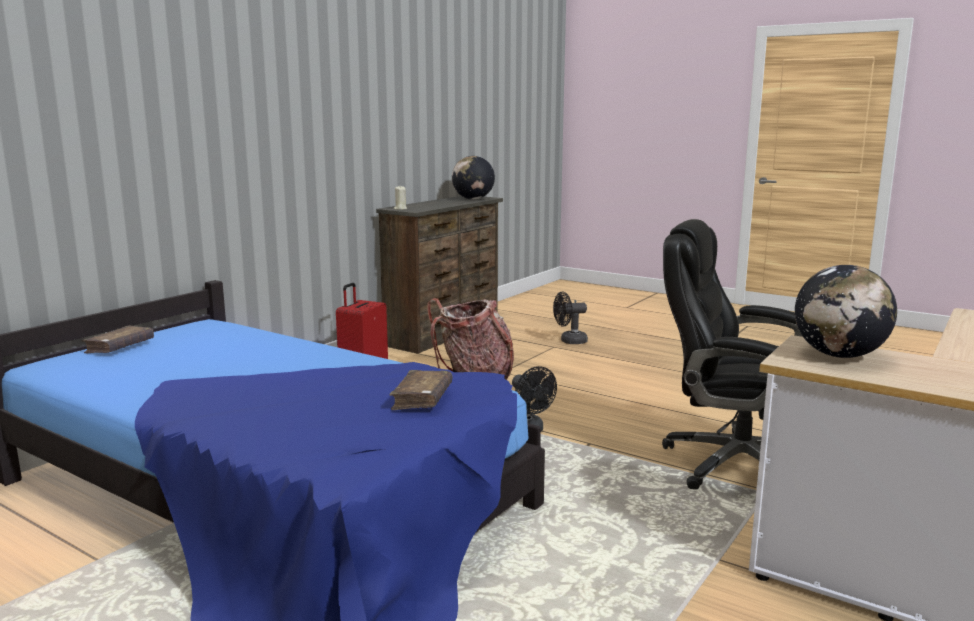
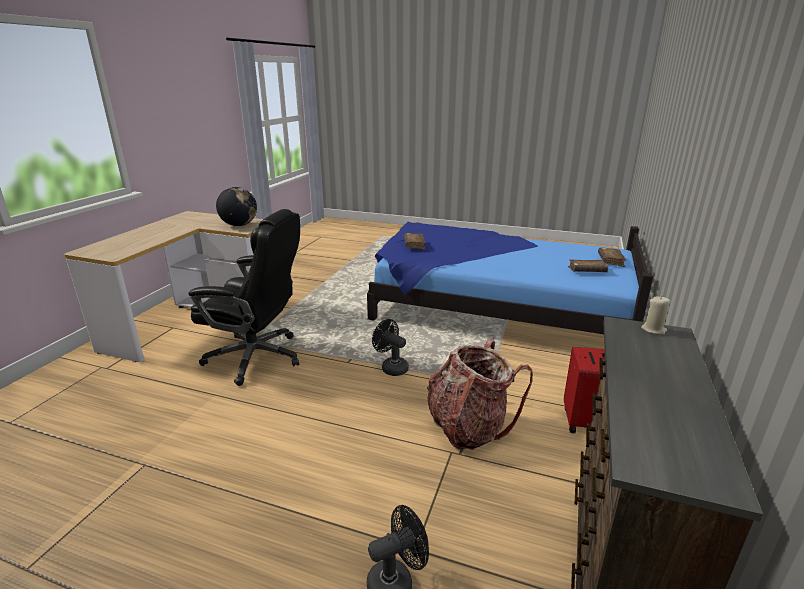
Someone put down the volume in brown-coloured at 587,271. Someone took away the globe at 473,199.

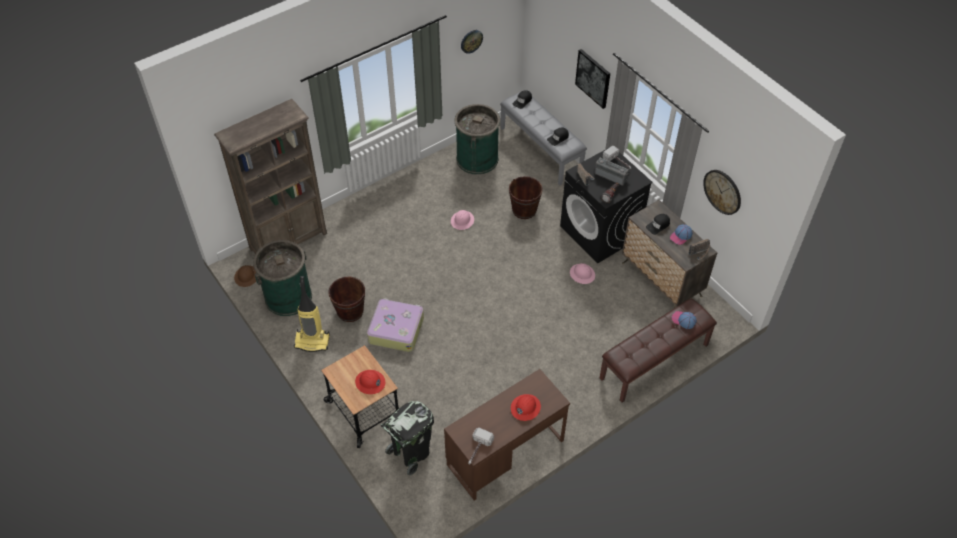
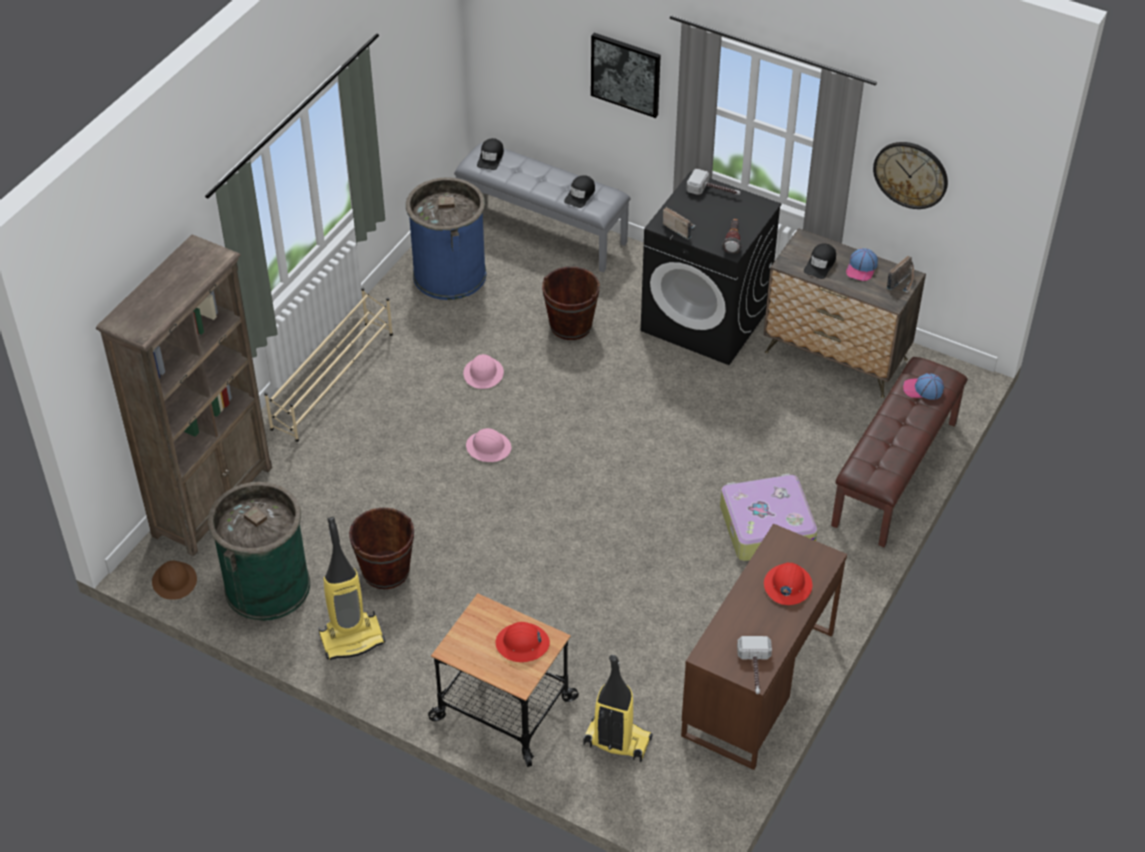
Someone put down the shoe shelf in beige-coloured at 333,380. Someone repainted the trash can in greenish at 477,159, which became the trash can in blue at 449,274. Someone carried the hard hat in pink-coloured from 582,274 to 488,447. Someone swapped the trash can in blackish at 411,453 for the hoover at 616,742. Someone carried the piece of luggage from 396,329 to 765,526. Someone took away the hanging clock at 471,41. Someone took away the radio at 611,175.

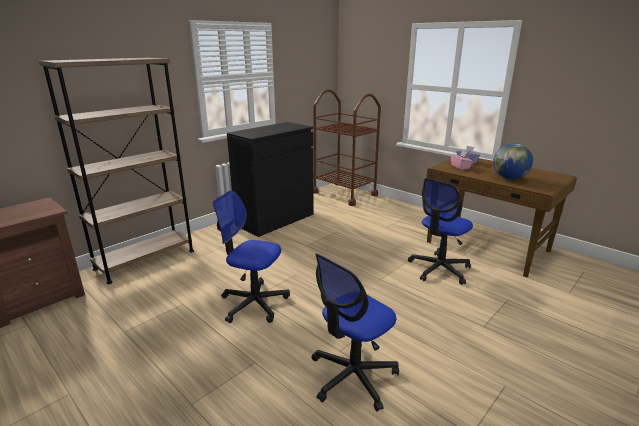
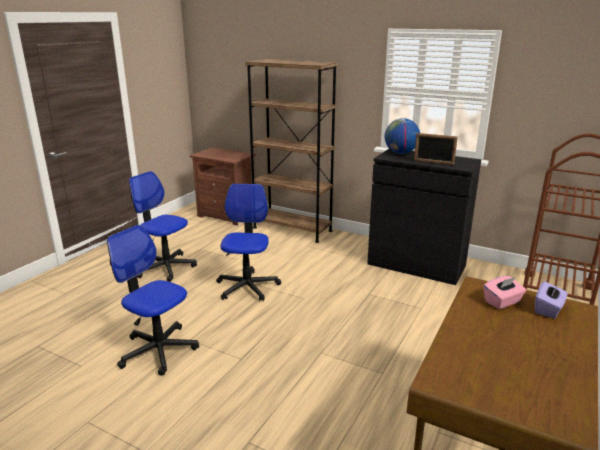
Someone carried the desk chair from 439,269 to 166,267. Someone carried the globe from 509,178 to 400,153. Someone put down the standing frame at 433,162.

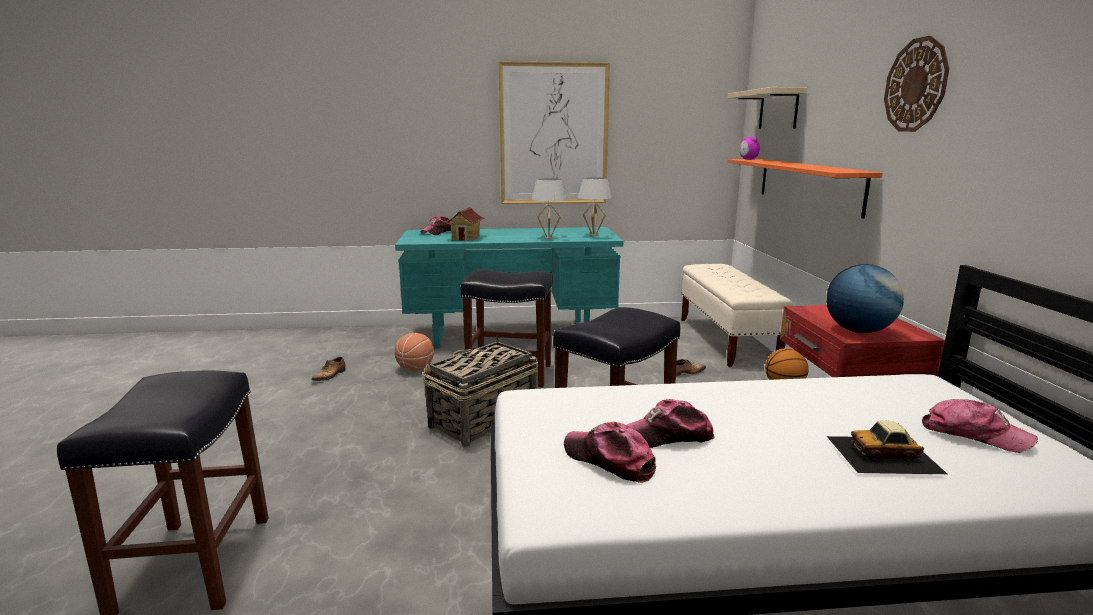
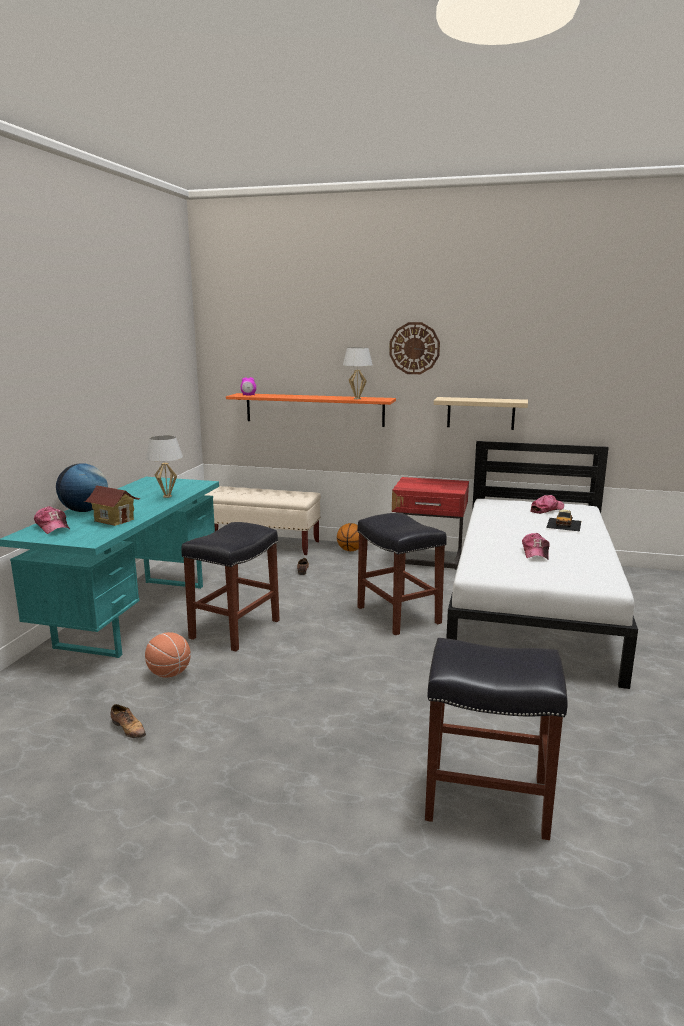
Someone carried the globe from 858,331 to 84,511. Someone carried the table lamp in whitish from 593,235 to 357,398. Someone carried the shelf in beige-coloured from 778,109 to 480,413. Someone took away the basket at 482,420. Someone took away the picture at 554,134. Someone took away the peaked cap at 609,460.

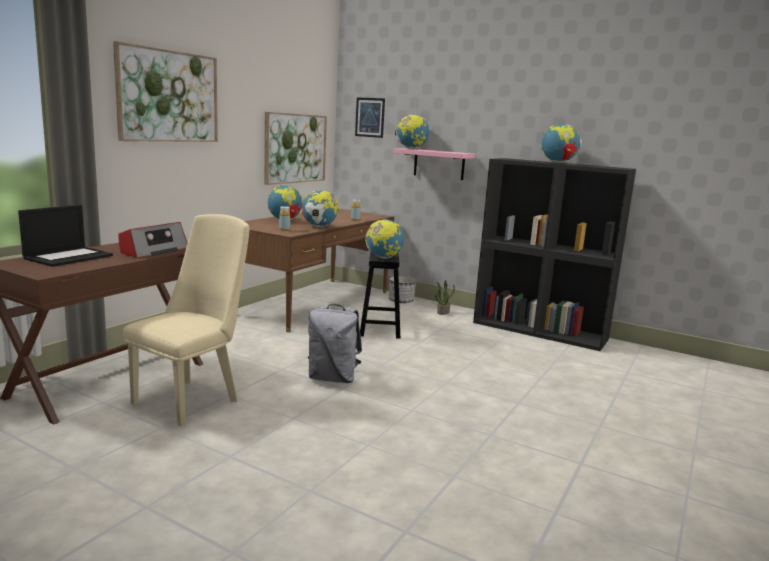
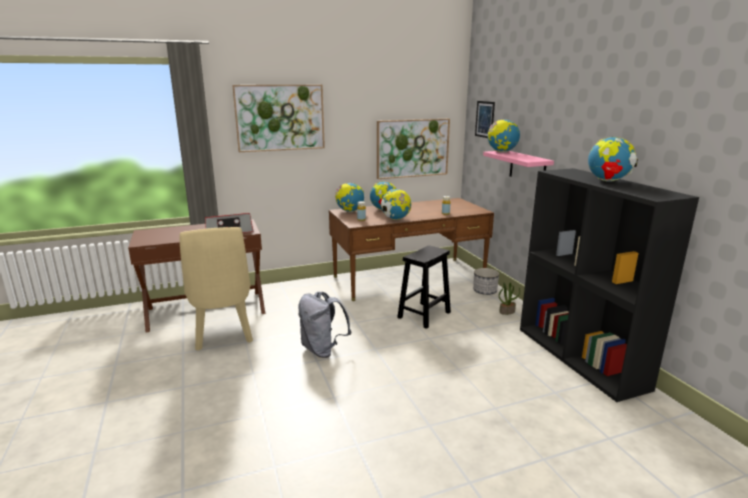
Someone rotated the plain chair in beige-coloured at 192,398 by 90 degrees clockwise. Someone carried the globe from 383,258 to 350,211. Someone took away the notebook computer at 69,257.

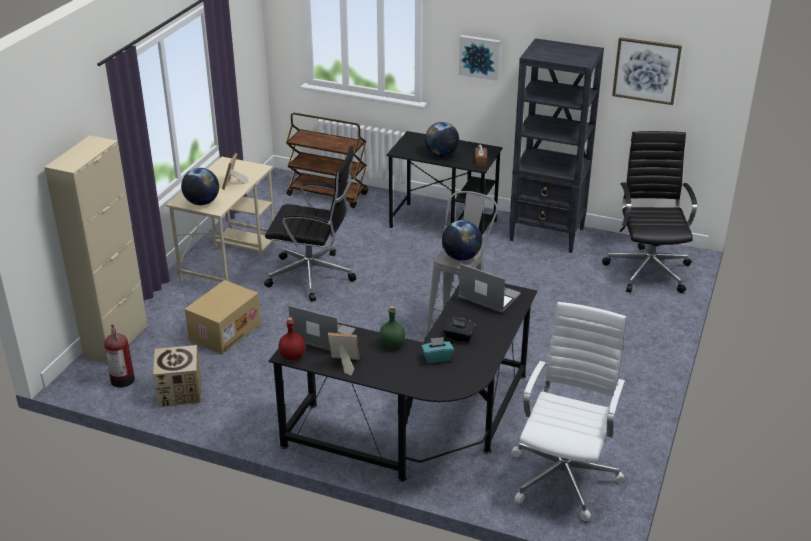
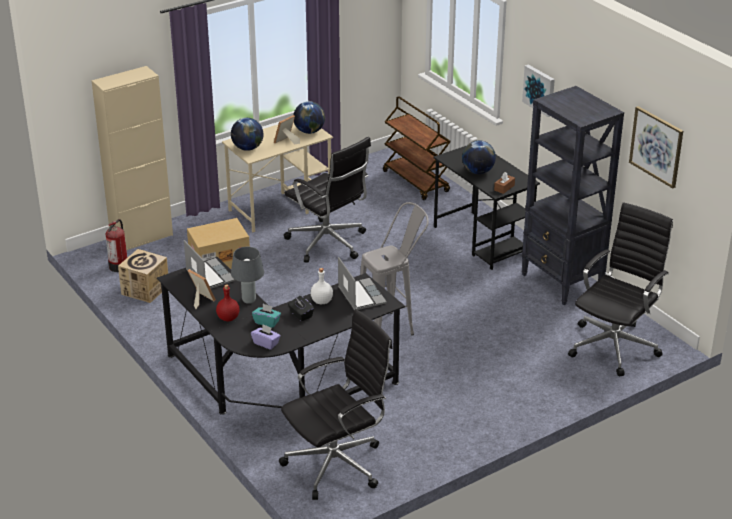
Someone carried the drink bottle in reddish from 293,356 to 228,318. Someone swapped the drink bottle in greenish at 392,344 for the table lamp in gray at 248,300. Someone put down the tissue box in purple-coloured at 266,343. Someone repainted the desk chair in whitish at 564,475, which became the desk chair in blackish at 337,464. Someone carried the globe from 461,257 to 309,131. Someone put down the drink bottle in whitish at 322,301.

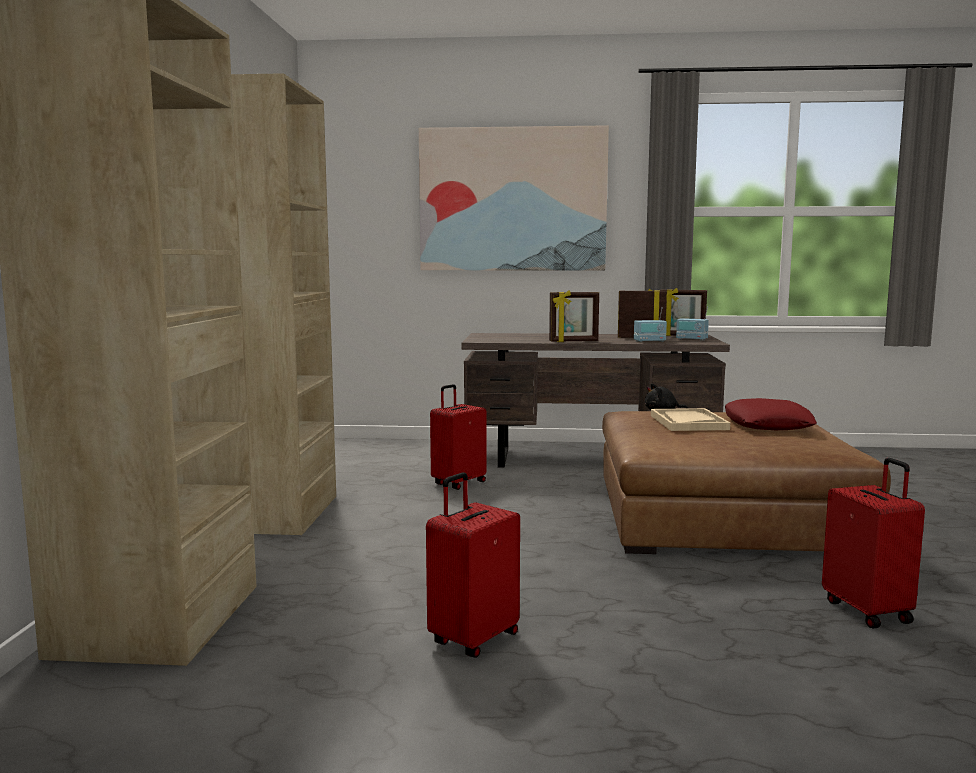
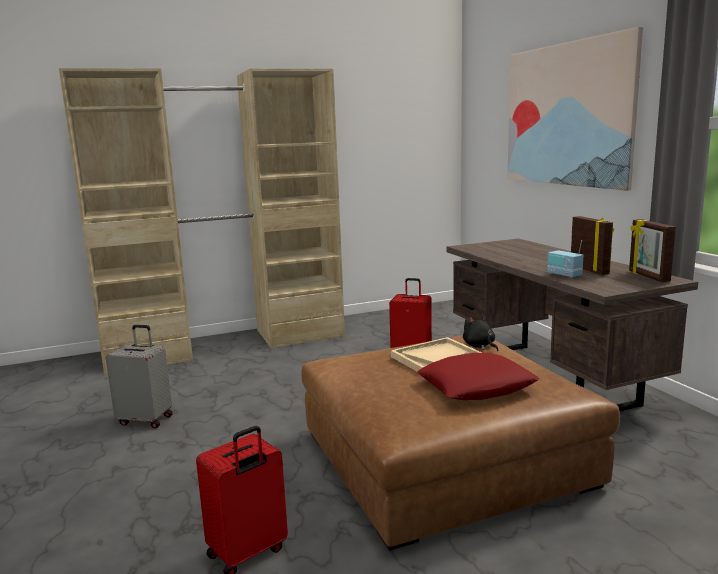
Someone repainted the piece of luggage in reddish at 473,639, which became the piece of luggage in gray at 146,419. Someone took away the standing frame at 573,341. Someone took away the radio at 691,339.

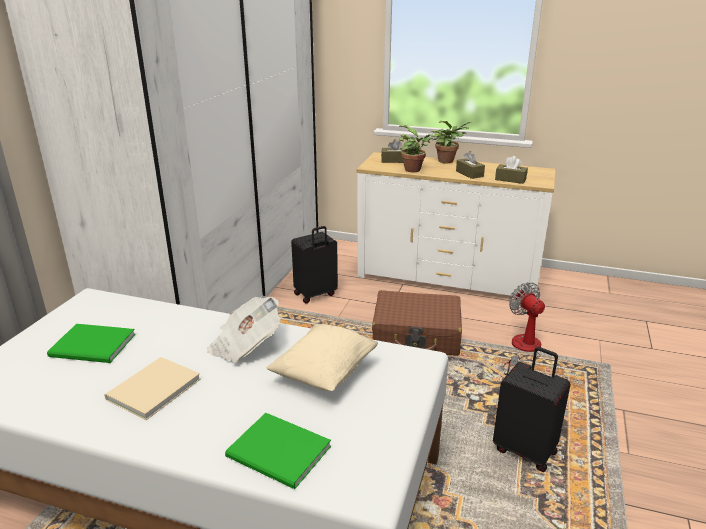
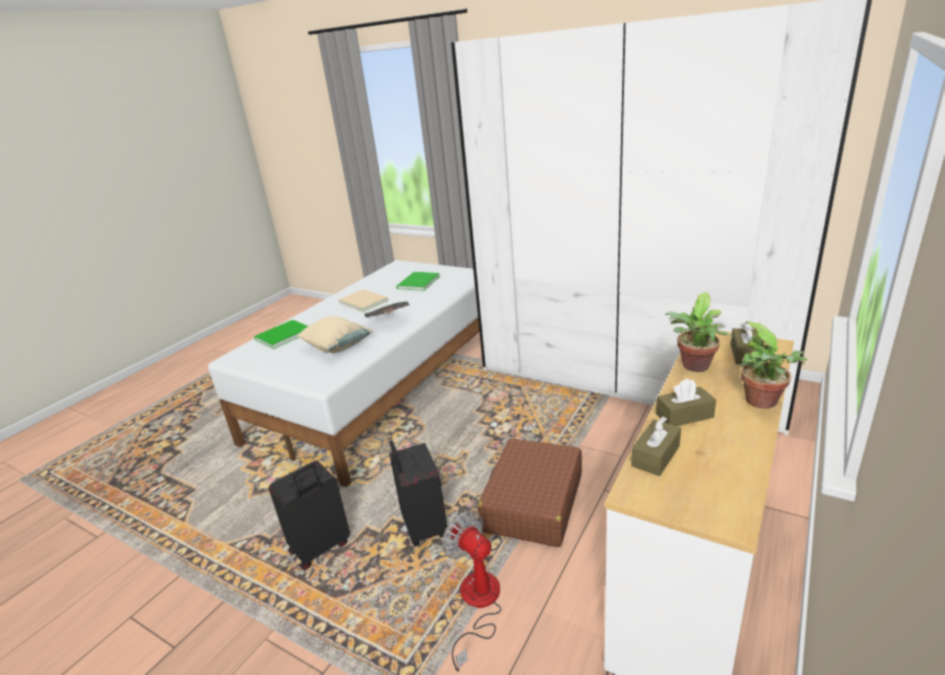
Someone carried the piece of luggage in blackish from 315,295 to 423,527. Someone rotated the cooling fan at 523,350 by 120 degrees counterclockwise.

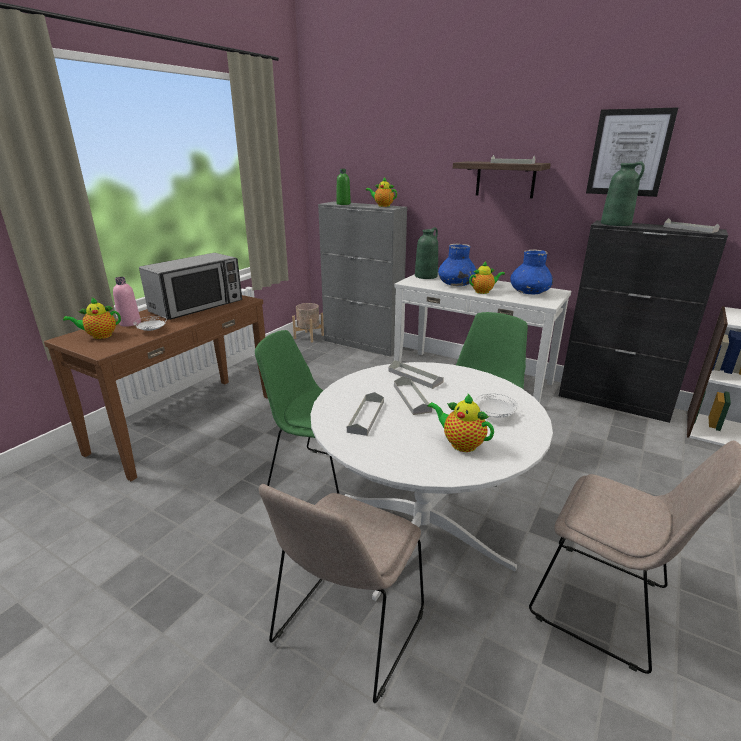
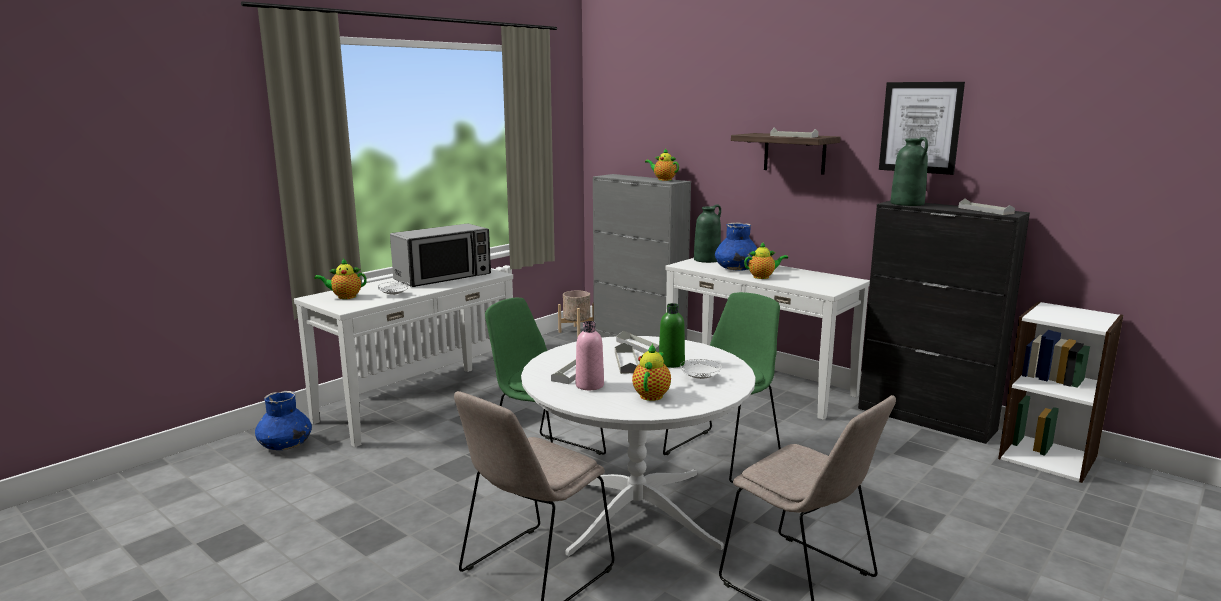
Someone carried the decorative vase in blue from 529,292 to 285,445. Someone repainted the hall table in brown-coloured at 185,422, which became the hall table in whitish at 418,403. Someone carried the drink bottle in pink-coloured from 130,323 to 589,385. Someone rotated the teapot at 460,444 by 60 degrees clockwise. Someone carried the drink bottle in greenish from 343,204 to 671,363.

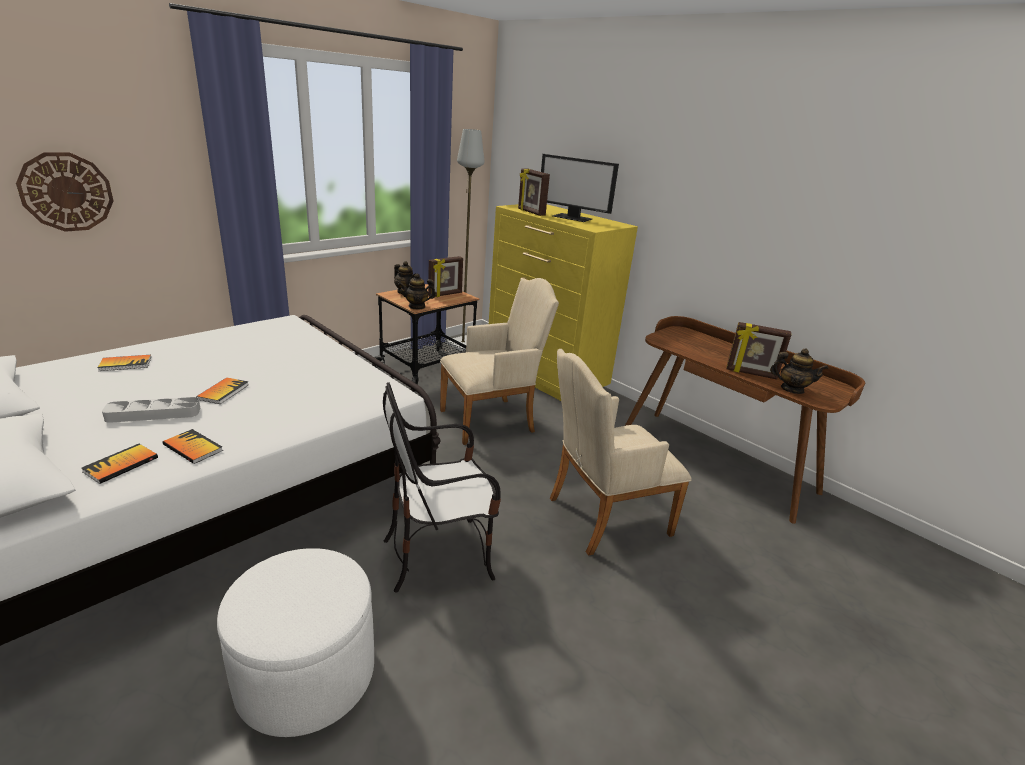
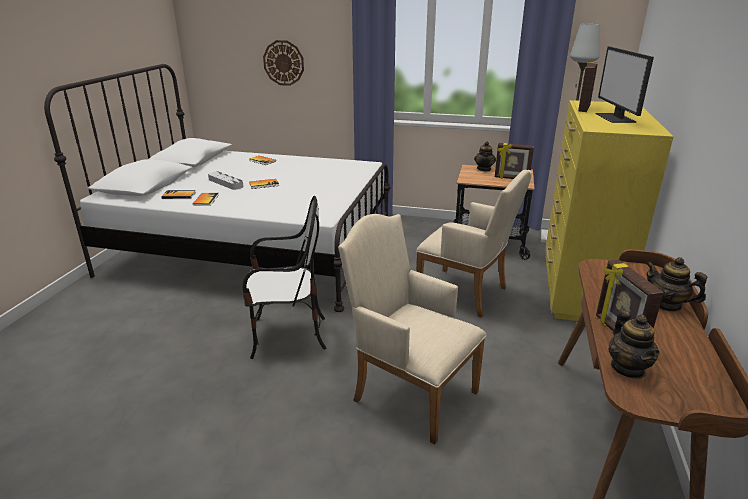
Someone rotated the plain chair at 439,555 by 135 degrees clockwise. Someone carried the teapot from 417,306 to 667,305. Someone took away the footrest in whitish at 306,674.

